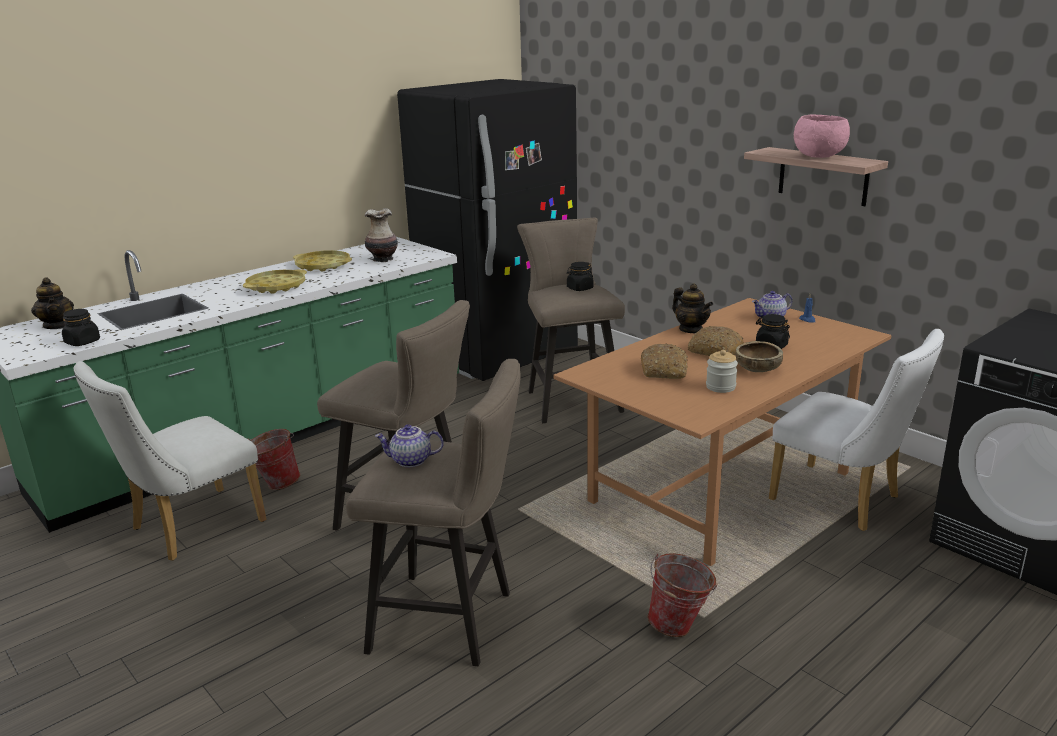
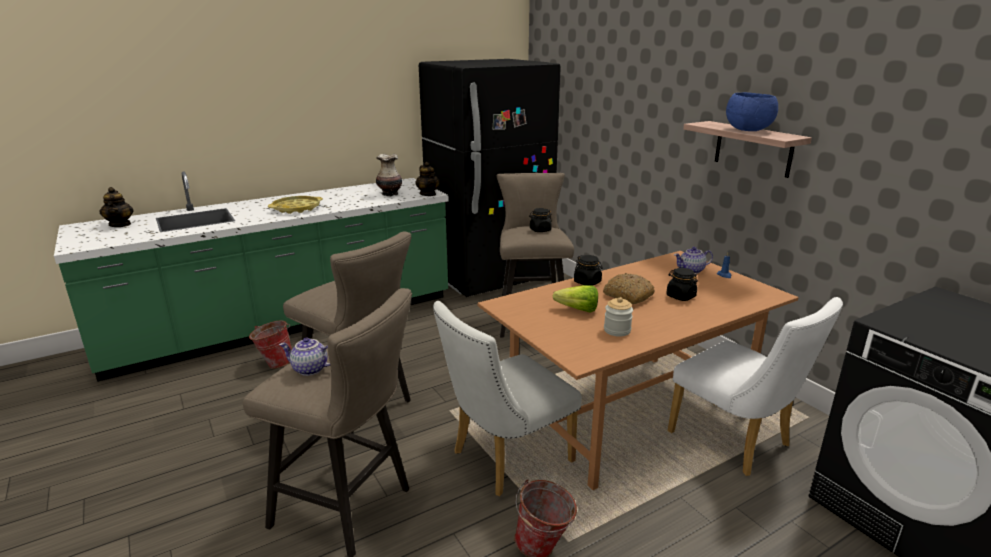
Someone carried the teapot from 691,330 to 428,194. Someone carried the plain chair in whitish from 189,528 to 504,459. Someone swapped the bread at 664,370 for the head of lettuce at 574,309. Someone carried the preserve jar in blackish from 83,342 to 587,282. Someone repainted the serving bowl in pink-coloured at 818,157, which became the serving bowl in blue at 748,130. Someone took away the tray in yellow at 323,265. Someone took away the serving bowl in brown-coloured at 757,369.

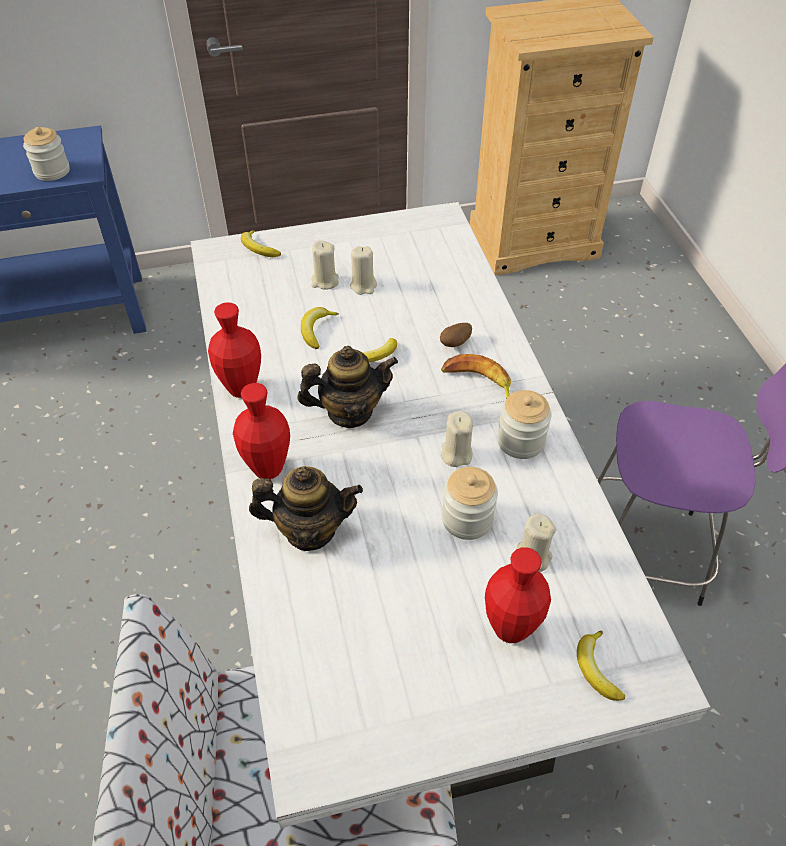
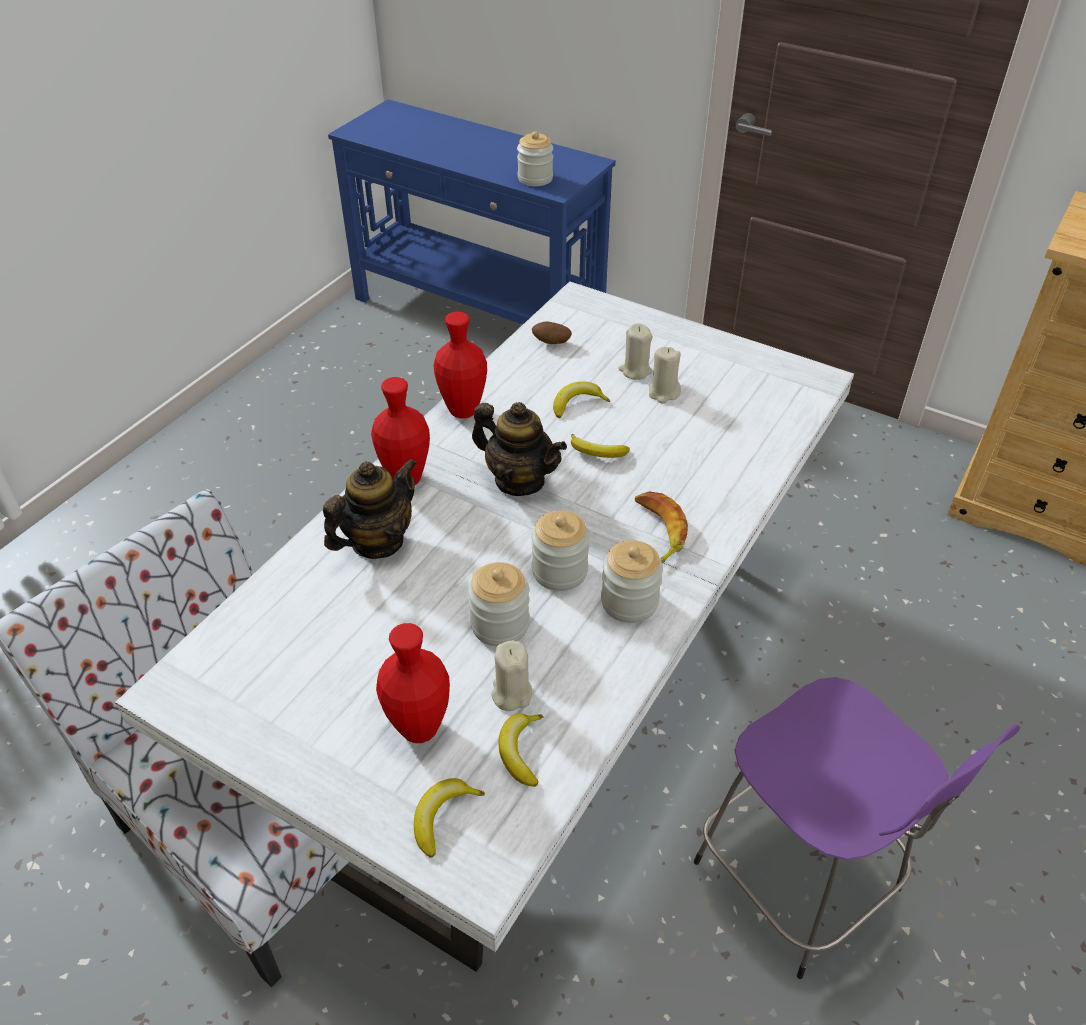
Someone rotated the teapot at 309,530 by 90 degrees counterclockwise. Someone carried the banana fruit from 258,249 to 520,751. Someone swapped the candle in beige-coloured at 456,454 for the preserve jar at 559,571. Someone carried the whole potato from 455,343 to 551,343.

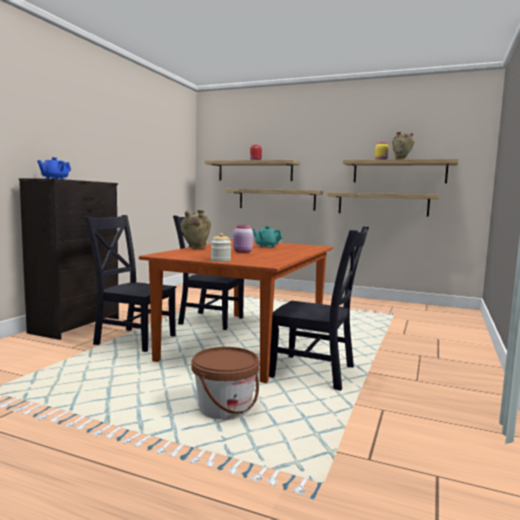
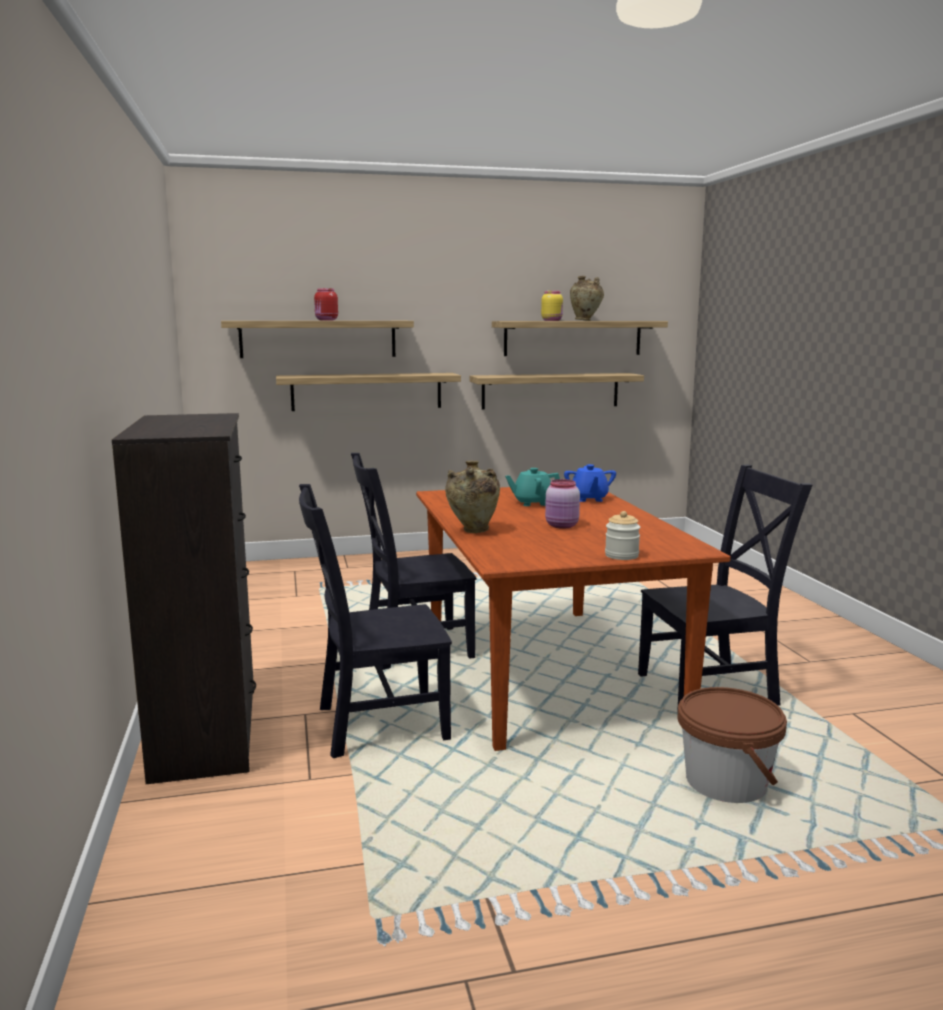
Someone carried the teapot in blue from 54,179 to 589,499.

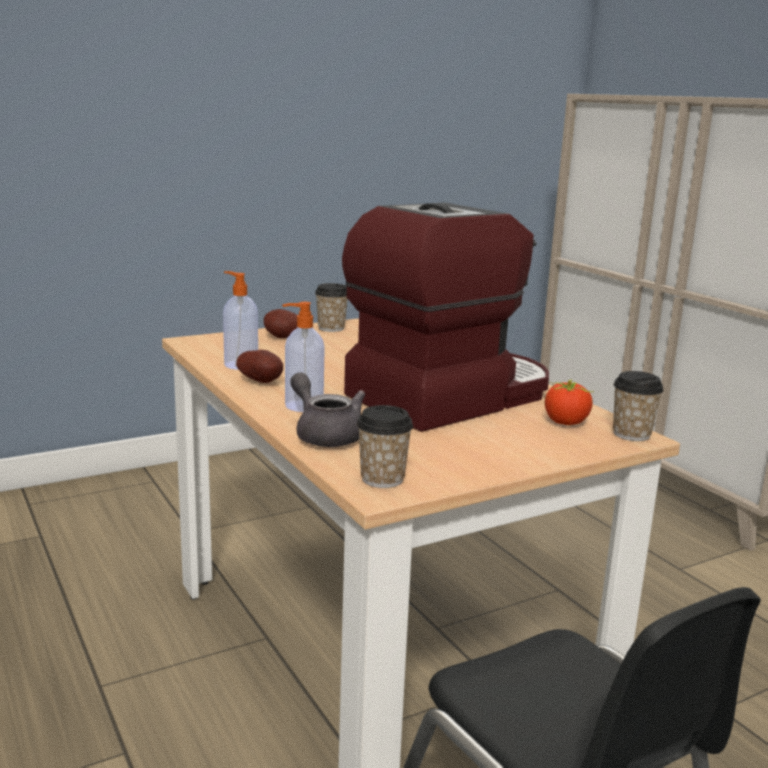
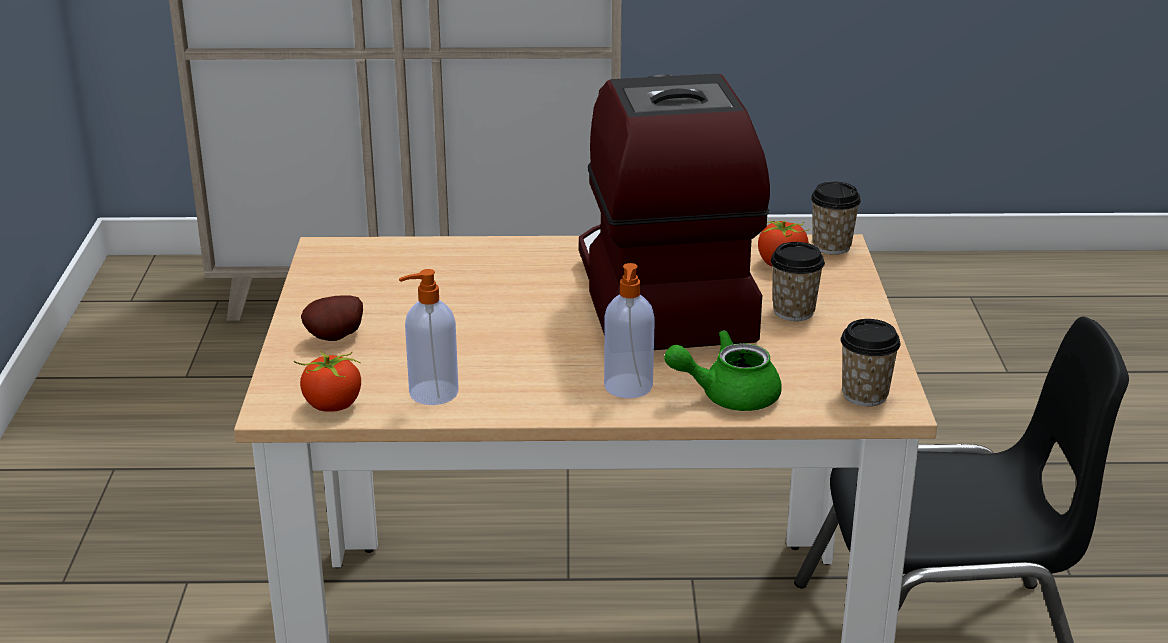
Someone put down the fresh tomato at 332,406. Someone repainted the teapot in gray at 325,434, which became the teapot in greenish at 728,395. Someone carried the drinking cup from 331,328 to 793,311. Someone took away the whole potato at 262,382.

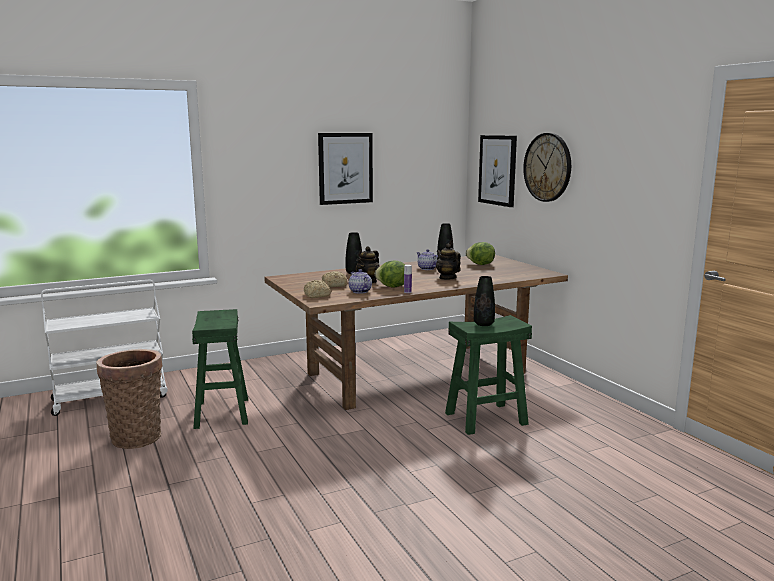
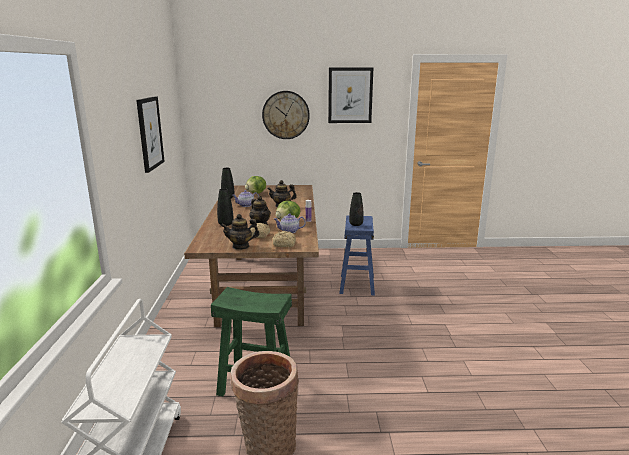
Someone put down the teapot at 241,246. Someone carried the picture from 498,170 to 350,95. Someone repainted the sitting stool in greenish at 486,419, which became the sitting stool in blue at 357,284.

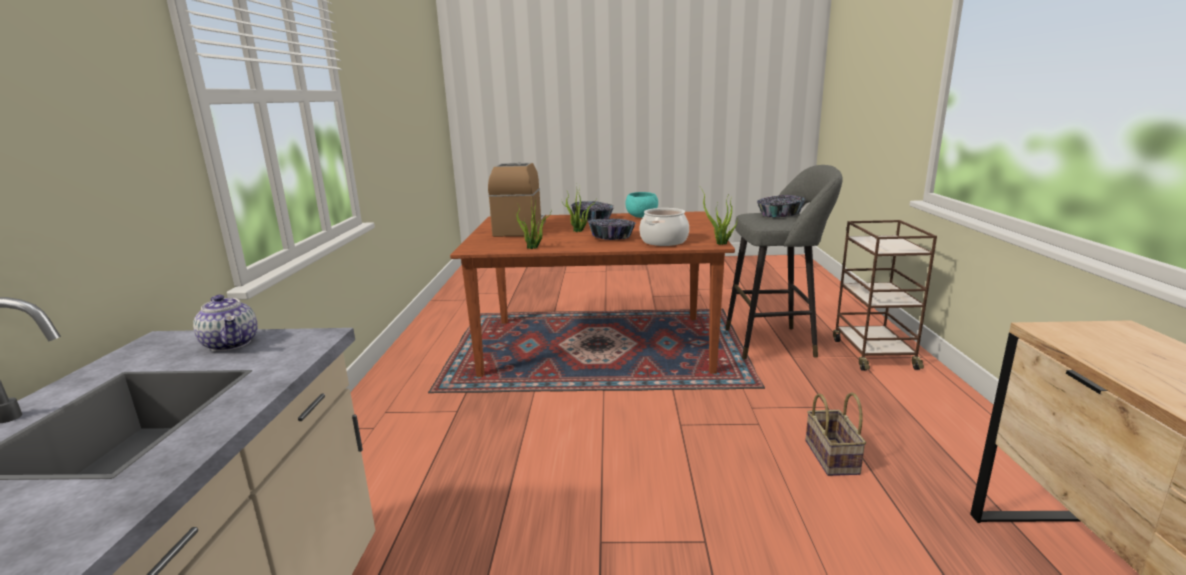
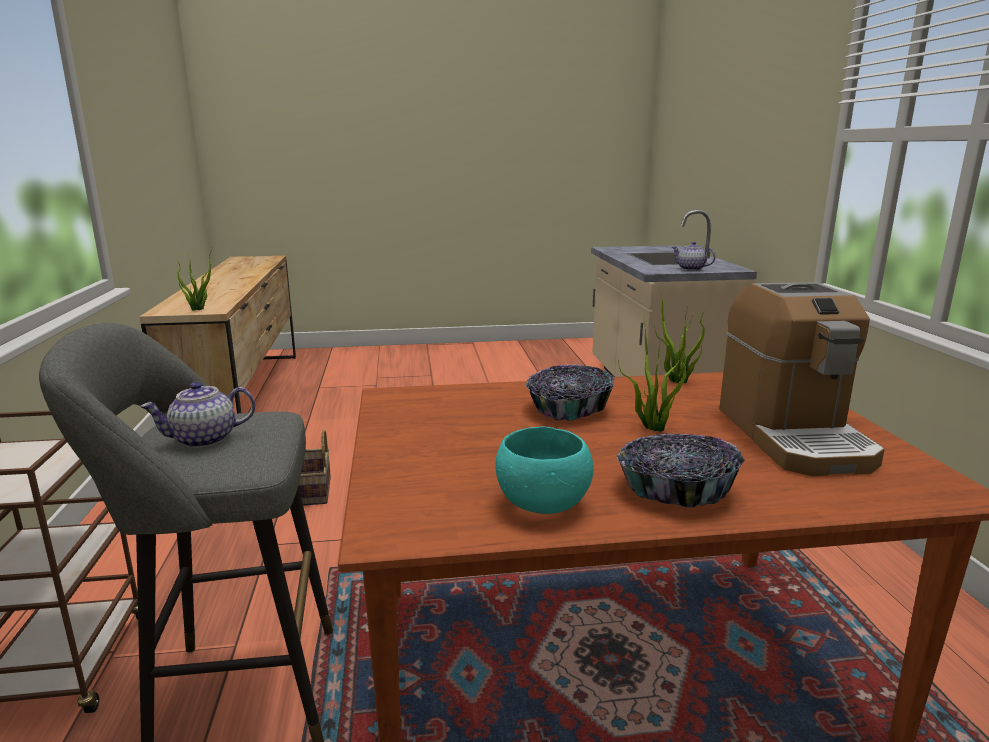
Someone swapped the serving bowl at 779,215 for the teapot at 204,439. Someone carried the plant in a pot from 720,244 to 199,309. Someone took away the saucepot at 664,241.

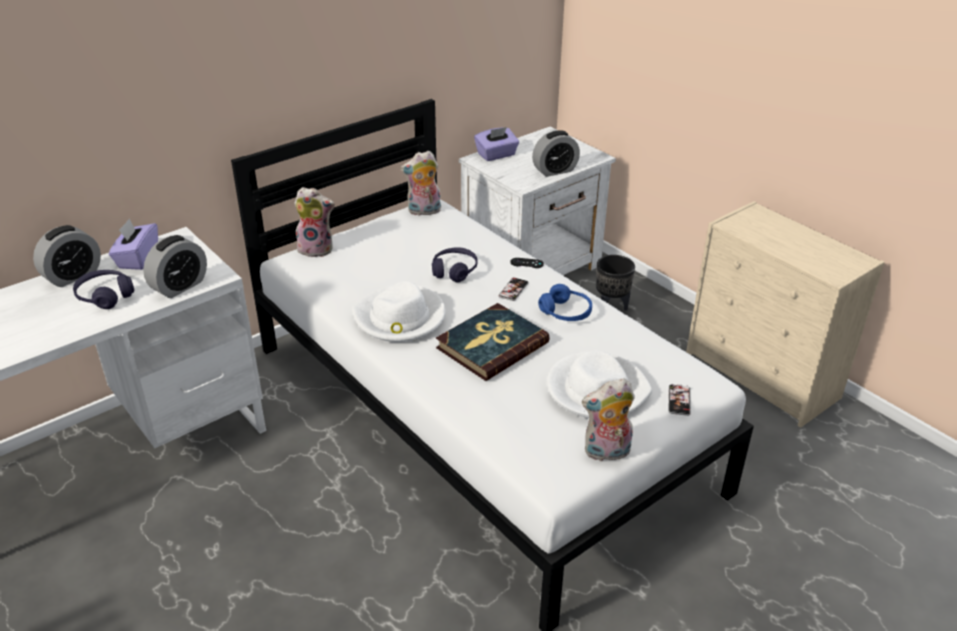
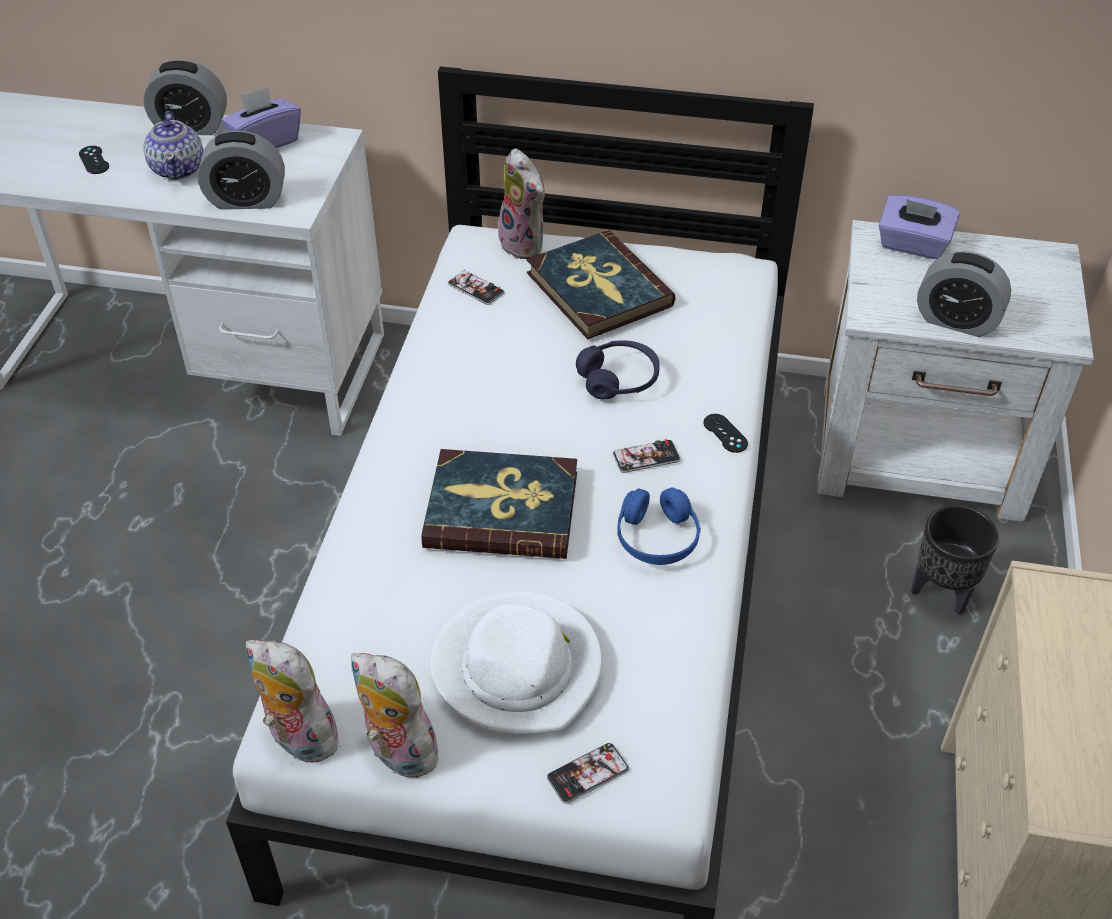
Someone put down the gamepad in blackish at 94,160. Someone swapped the headphones in purple-coloured at 105,296 for the teapot at 178,169. Someone carried the plush toy from 423,211 to 298,738. Someone put down the telephone at 476,288. Someone put down the volume at 598,289. Someone took away the wearable hat in whitish at 400,318.

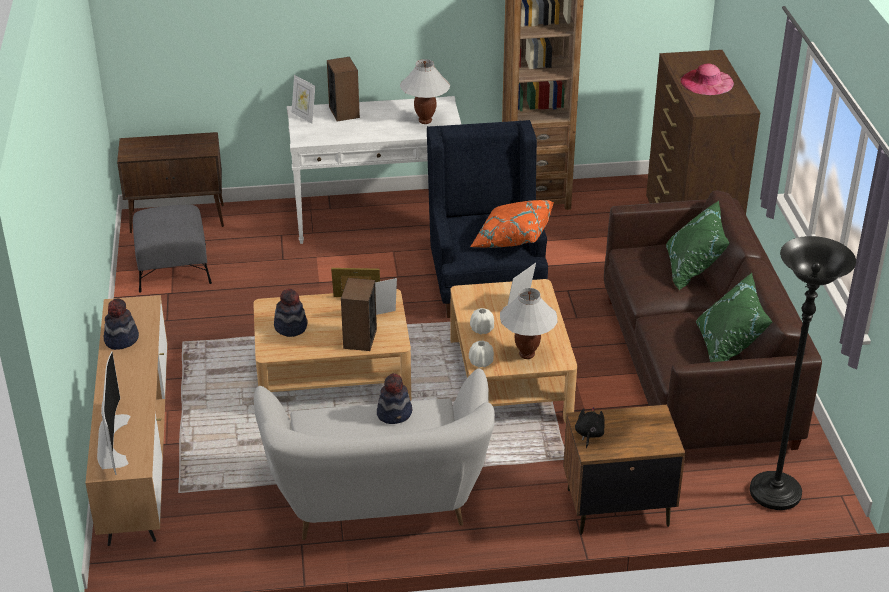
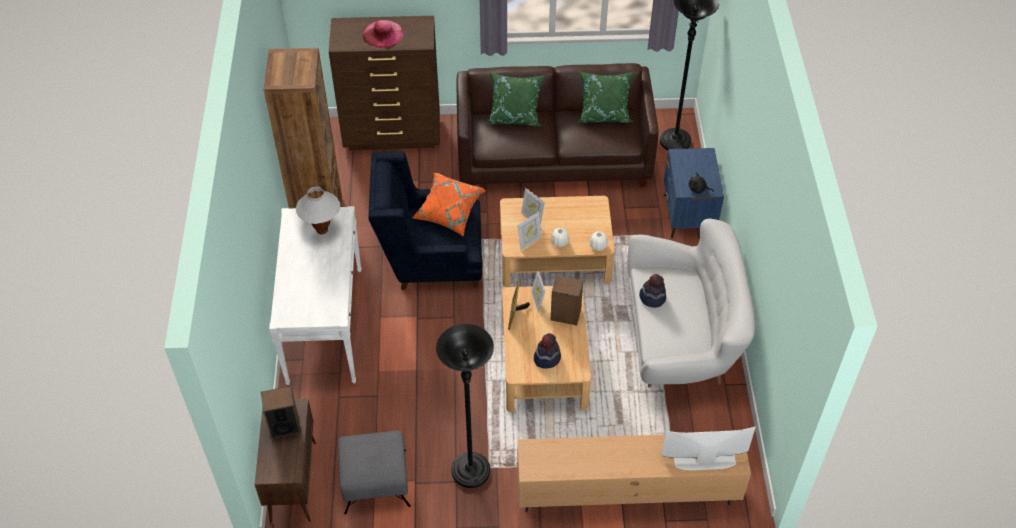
Someone carried the speaker from 344,112 to 284,426. Someone put down the standing lamp in blackish at 470,471. Someone carried the standing frame from 304,116 to 529,242. Someone repainted the nightstand in brown-coloured at 616,507, which became the nightstand in blue at 687,216. Someone took away the wearable hat at 121,339. Someone took away the table lamp in whitish at 527,354.

